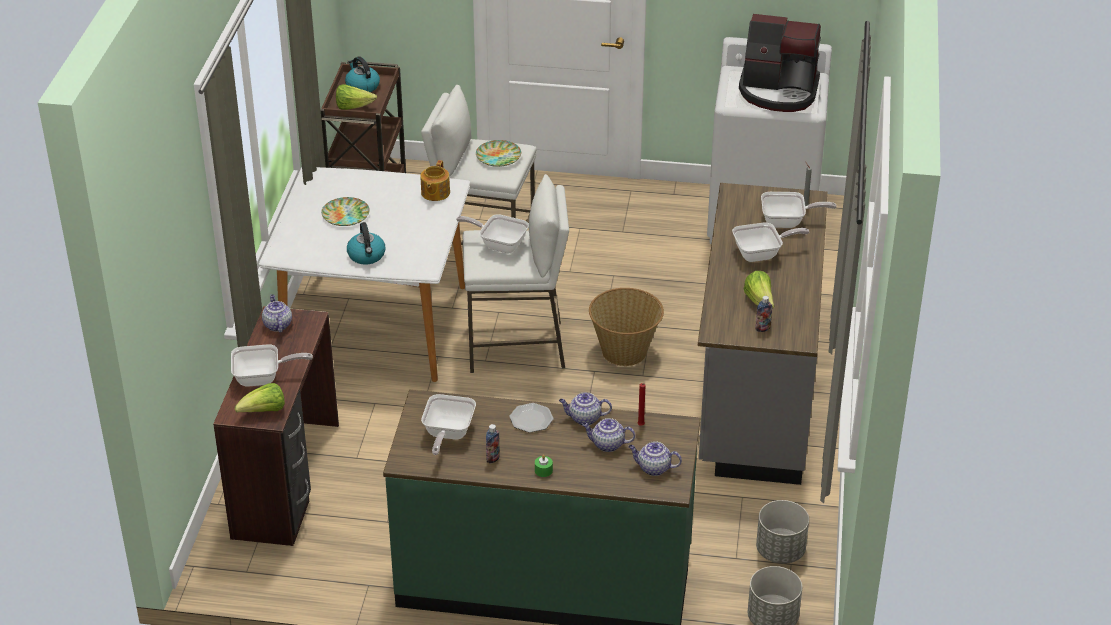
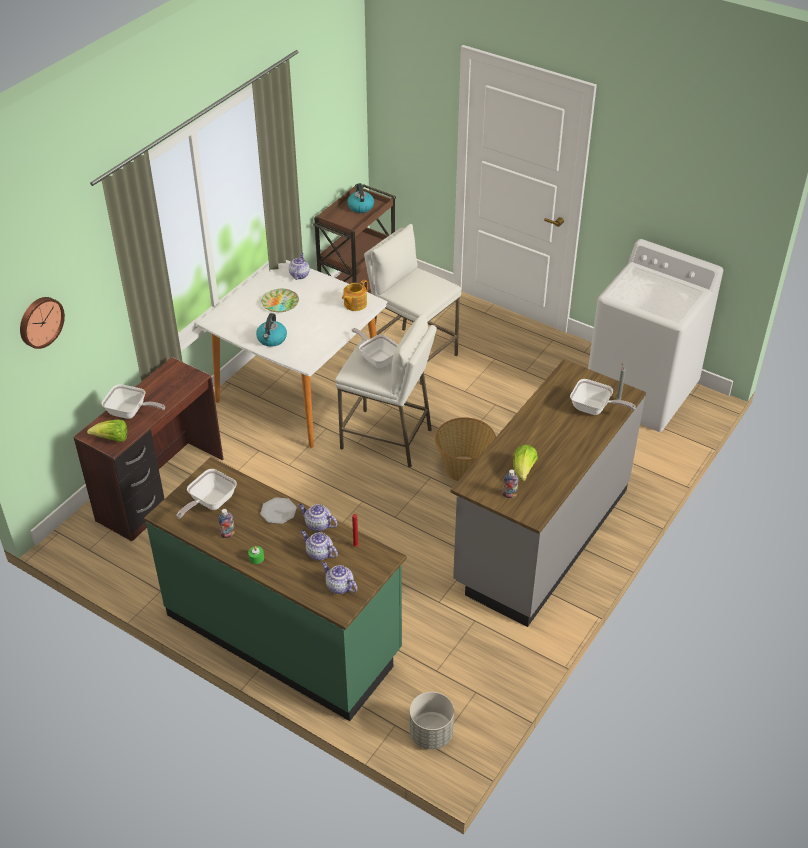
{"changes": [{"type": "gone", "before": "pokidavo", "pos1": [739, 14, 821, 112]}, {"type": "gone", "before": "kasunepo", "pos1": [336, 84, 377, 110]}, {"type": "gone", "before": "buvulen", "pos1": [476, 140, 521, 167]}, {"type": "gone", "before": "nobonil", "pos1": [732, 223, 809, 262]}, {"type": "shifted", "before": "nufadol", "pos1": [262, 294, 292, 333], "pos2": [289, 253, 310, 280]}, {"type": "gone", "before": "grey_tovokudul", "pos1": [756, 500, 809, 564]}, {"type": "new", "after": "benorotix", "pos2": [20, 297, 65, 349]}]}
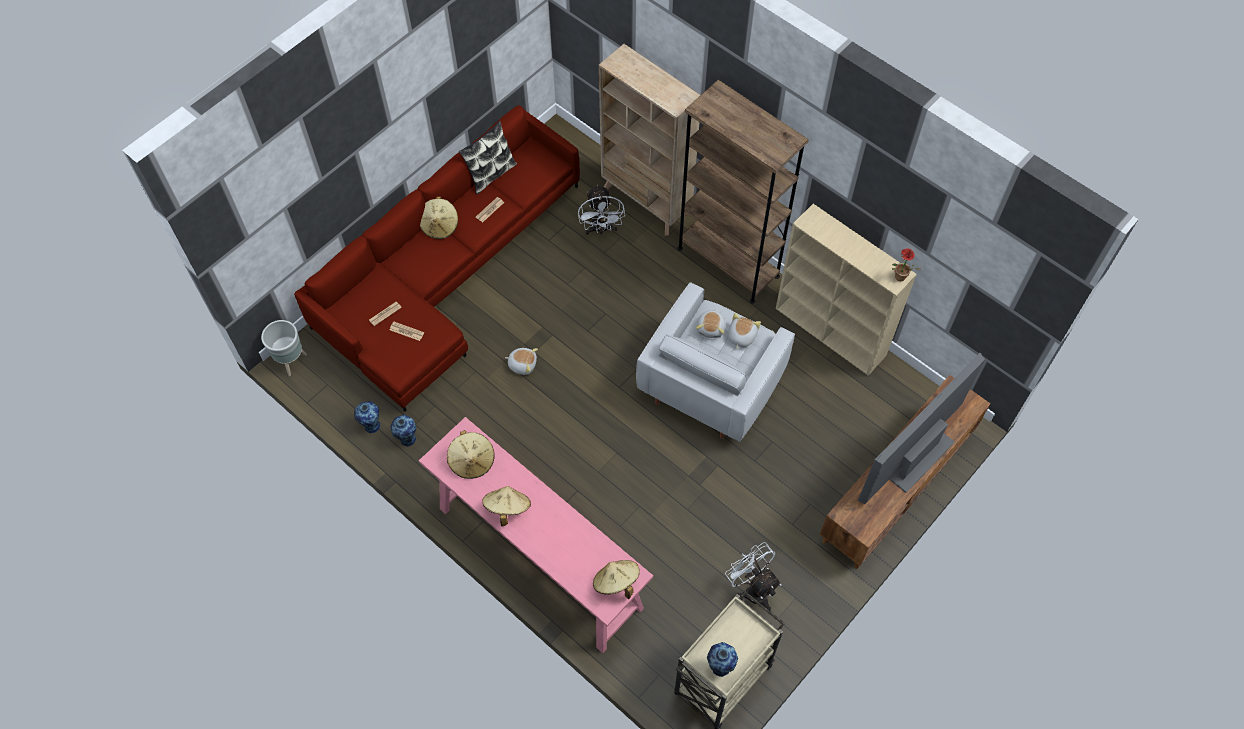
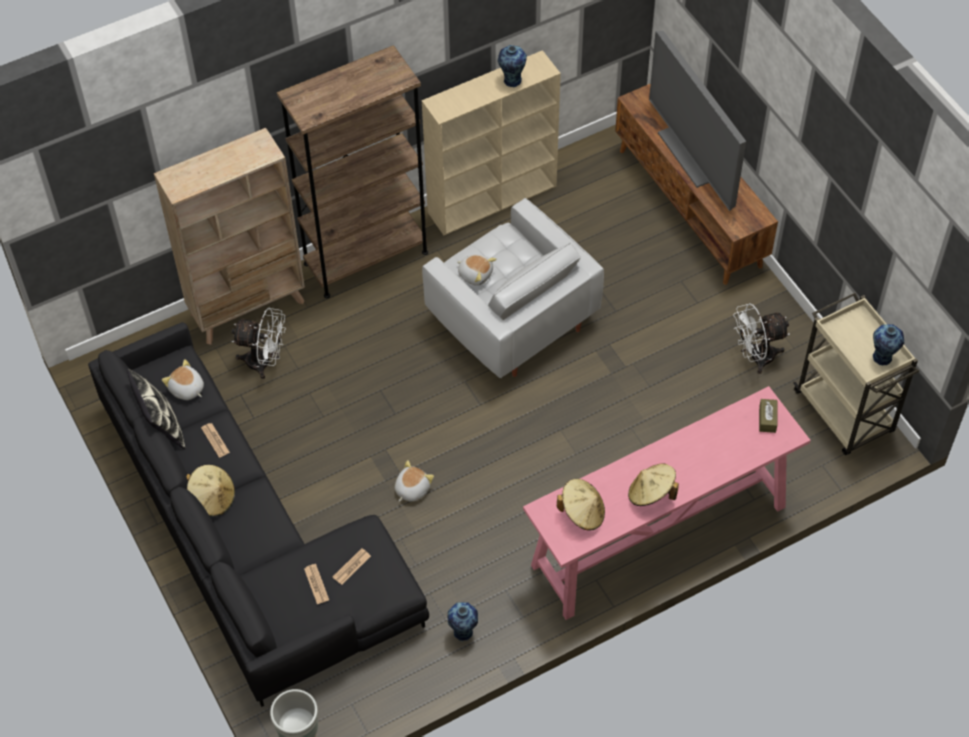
{"changes": [{"type": "repainted", "before": "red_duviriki", "after": "black_duviriki", "pos1": [294, 105, 580, 412], "pos2": [88, 322, 429, 707]}, {"type": "gone", "before": "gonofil", "pos1": [892, 249, 920, 281]}, {"type": "shifted", "before": "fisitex", "pos1": [728, 313, 761, 349], "pos2": [162, 359, 204, 400]}, {"type": "shifted", "before": "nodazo", "pos1": [354, 401, 381, 433], "pos2": [498, 45, 527, 87]}, {"type": "swapped", "before": "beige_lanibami", "after": "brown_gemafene", "pos1": [593, 560, 640, 599], "pos2": [759, 399, 777, 433]}]}
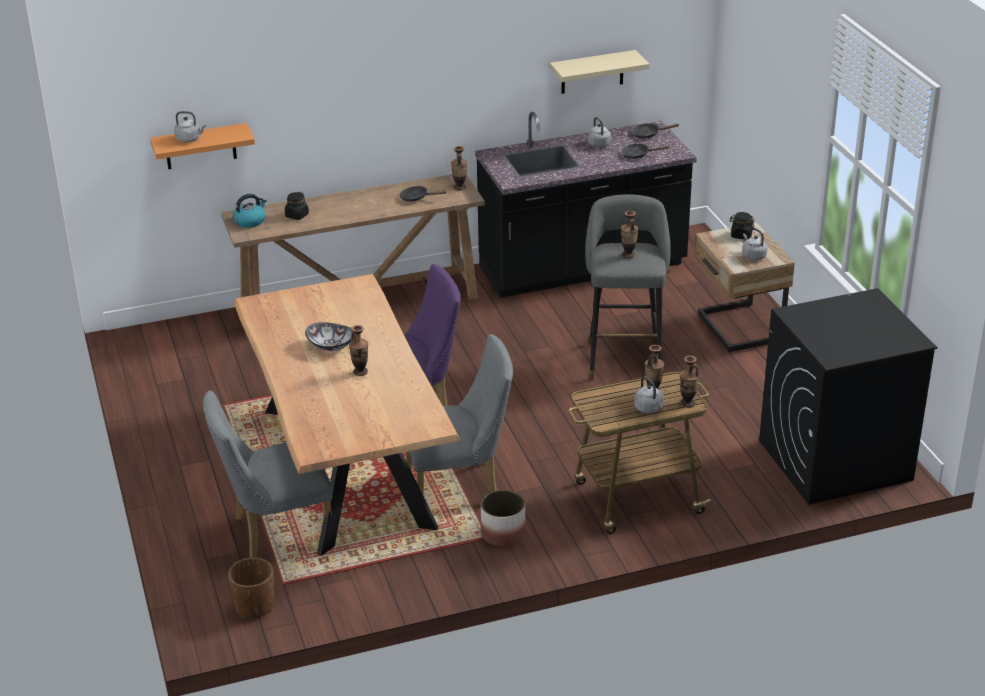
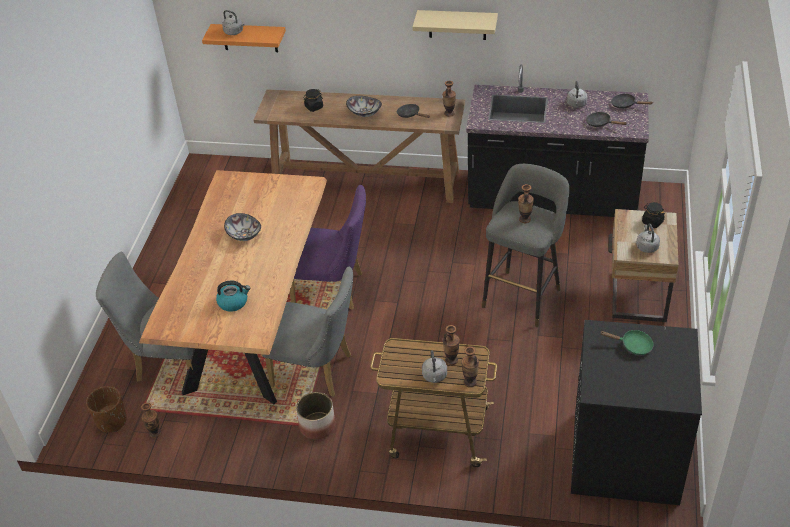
{"changes": [{"type": "shifted", "before": "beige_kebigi", "pos1": [549, 50, 649, 94], "pos2": [412, 10, 498, 40]}, {"type": "shifted", "before": "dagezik", "pos1": [233, 194, 267, 228], "pos2": [216, 281, 250, 312]}, {"type": "shifted", "before": "nodazo", "pos1": [349, 325, 368, 376], "pos2": [141, 403, 161, 438]}, {"type": "new", "after": "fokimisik", "pos2": [346, 96, 382, 117]}, {"type": "new", "after": "green_nobonil", "pos2": [600, 330, 653, 355]}]}
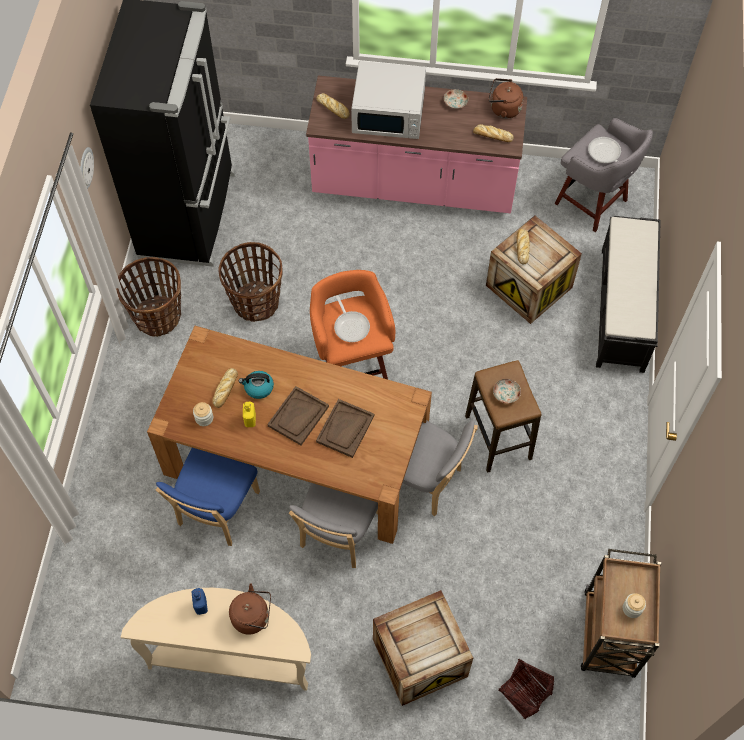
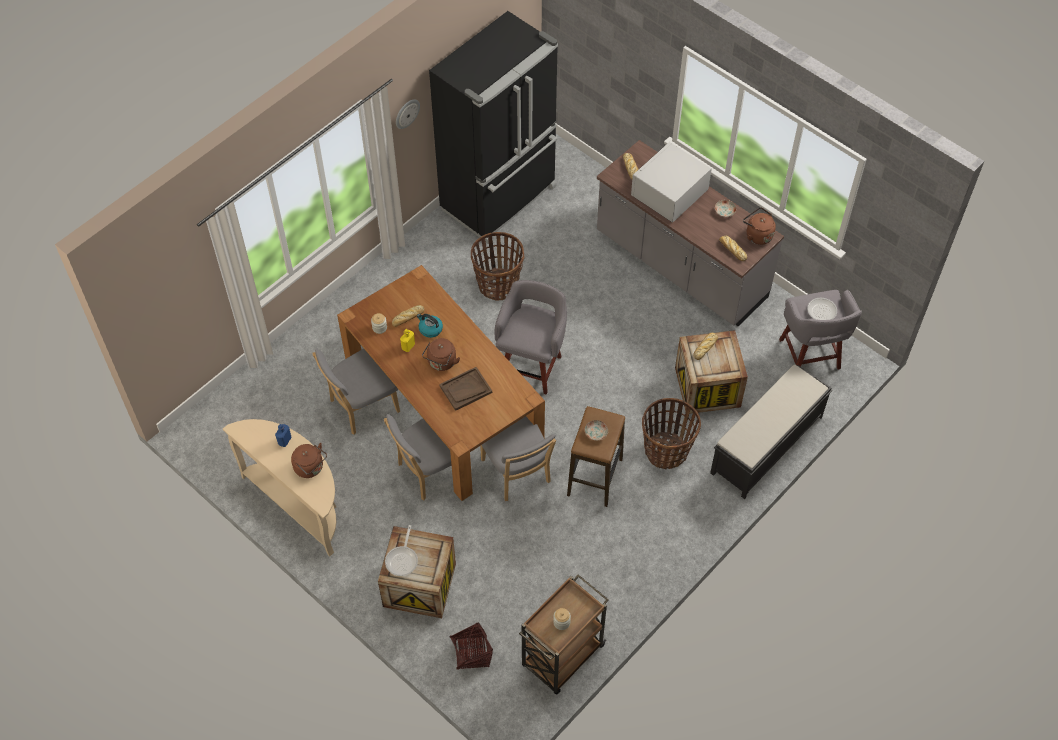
{"changes": [{"type": "rotated", "before": "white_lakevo", "pos1": [351, 61, 426, 139], "pos2": [631, 142, 712, 223], "turn": 90}, {"type": "repainted", "before": "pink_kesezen", "after": "grey_kesezen", "pos1": [306, 75, 527, 213], "pos2": [597, 140, 784, 326]}, {"type": "shifted", "before": "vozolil", "pos1": [116, 257, 181, 337], "pos2": [642, 398, 701, 469]}, {"type": "repainted", "before": "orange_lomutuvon", "after": "grey_lomutuvon", "pos1": [310, 270, 395, 380], "pos2": [495, 280, 567, 395]}, {"type": "shifted", "before": "nobonil", "pos1": [334, 295, 370, 342], "pos2": [385, 525, 418, 576]}, {"type": "swapped", "before": "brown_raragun", "after": "brown_dagezik", "pos1": [267, 386, 329, 445], "pos2": [422, 338, 460, 371]}, {"type": "repainted", "before": "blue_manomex", "after": "grey_manomex", "pos1": [155, 448, 260, 546], "pos2": [313, 348, 400, 435]}]}
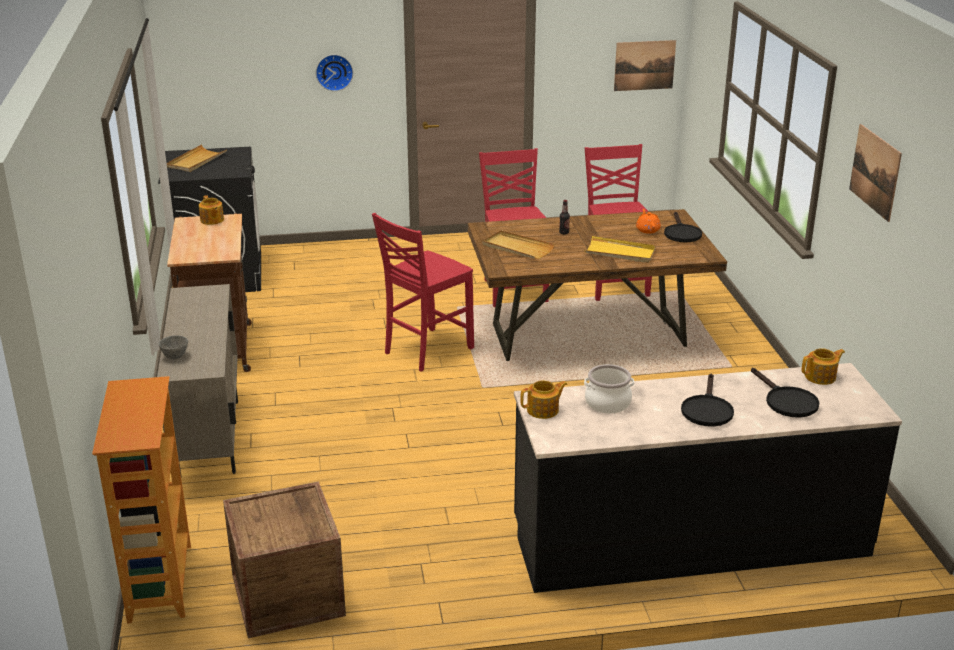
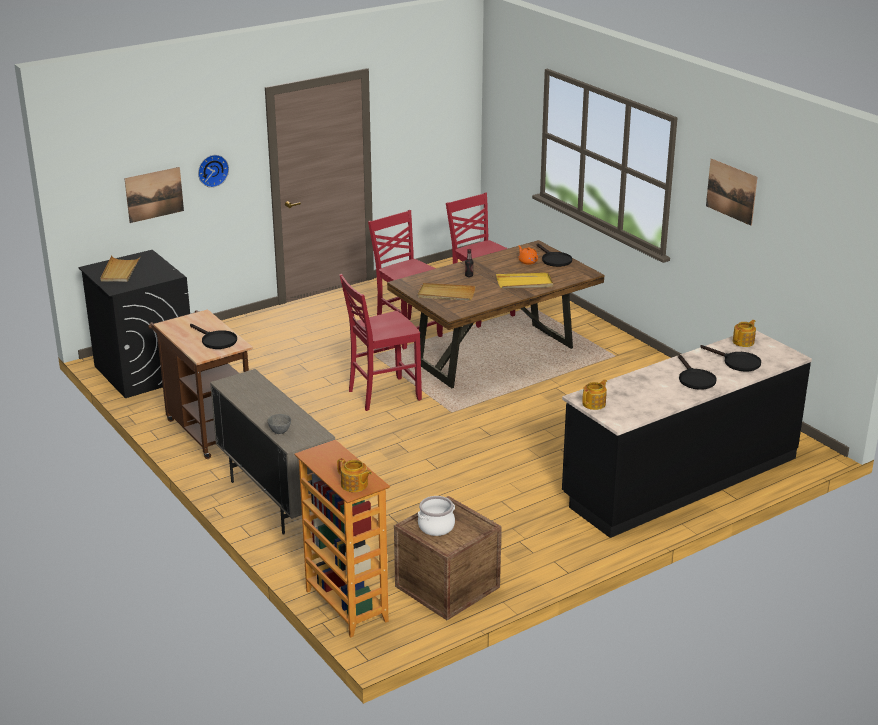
{"changes": [{"type": "shifted", "before": "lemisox", "pos1": [614, 40, 676, 91], "pos2": [124, 167, 184, 223]}, {"type": "shifted", "before": "nufadol", "pos1": [199, 195, 224, 225], "pos2": [337, 458, 372, 492]}, {"type": "rotated", "before": "red_manomex", "pos1": [372, 213, 474, 372], "pos2": [339, 274, 422, 411], "turn": 45}, {"type": "shifted", "before": "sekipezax", "pos1": [584, 364, 634, 414], "pos2": [418, 496, 455, 536]}, {"type": "new", "after": "black_nobonil", "pos2": [190, 324, 237, 349]}]}
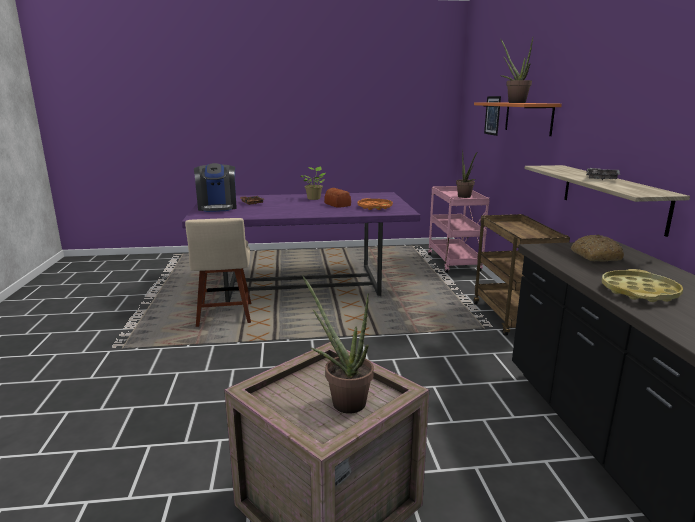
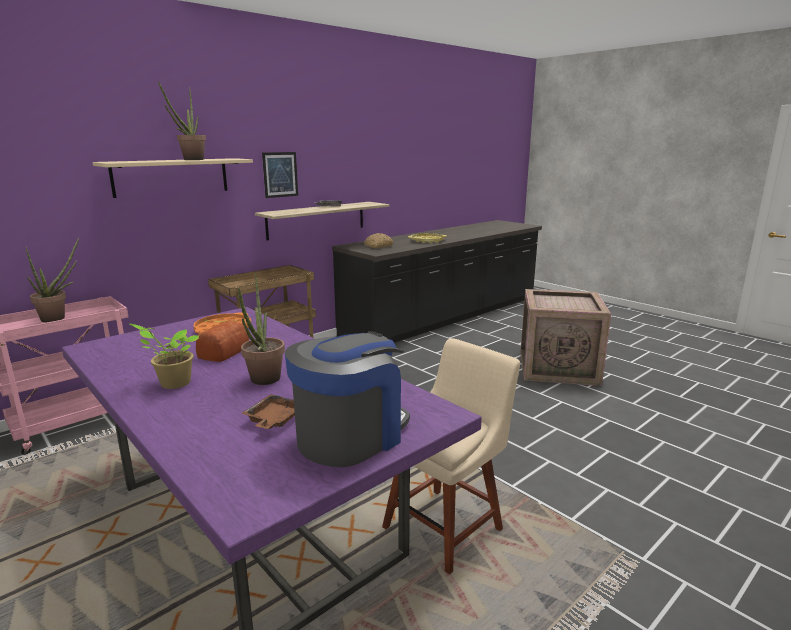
{"changes": [{"type": "shifted", "before": "lemisox", "pos1": [484, 96, 501, 136], "pos2": [262, 152, 298, 198]}, {"type": "repainted", "before": "orange_kebigi", "after": "beige_kebigi", "pos1": [474, 102, 562, 136], "pos2": [93, 158, 253, 198]}, {"type": "shifted", "before": "gonofil", "pos1": [302, 276, 374, 414], "pos2": [238, 272, 285, 385]}]}
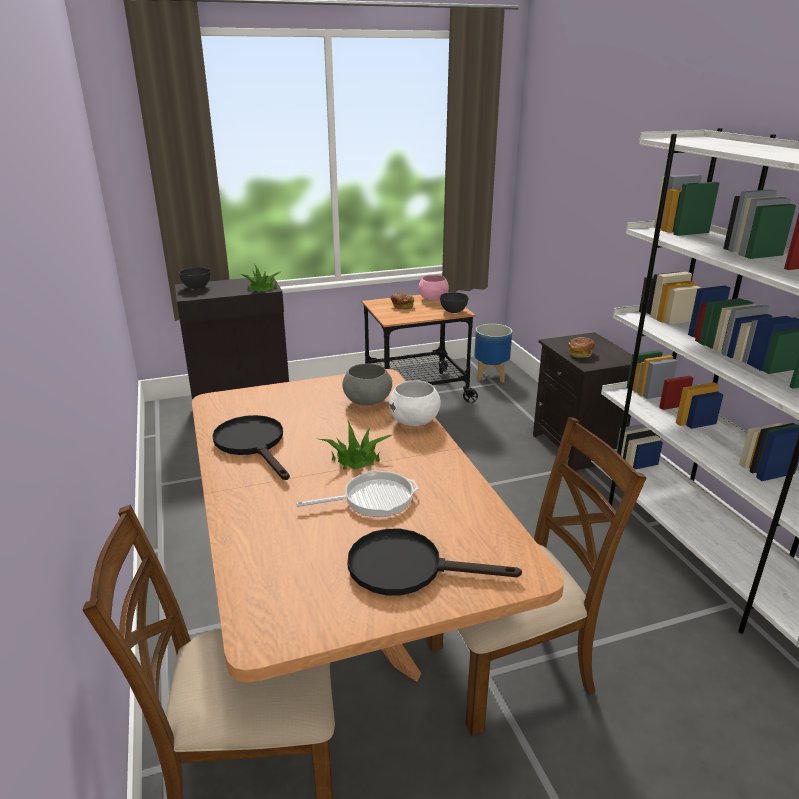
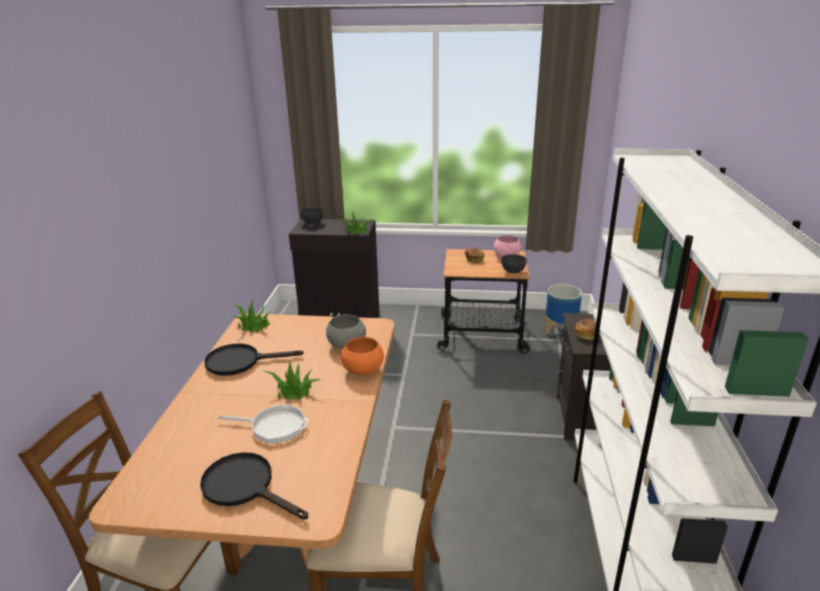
{"changes": [{"type": "repainted", "before": "white_fokimisik", "after": "orange_fokimisik", "pos1": [389, 380, 441, 426], "pos2": [341, 337, 384, 375]}, {"type": "rotated", "before": "black_nobonil", "pos1": [212, 415, 290, 480], "pos2": [205, 344, 304, 376], "turn": -90}, {"type": "new", "after": "gonofil", "pos2": [232, 299, 270, 332]}]}
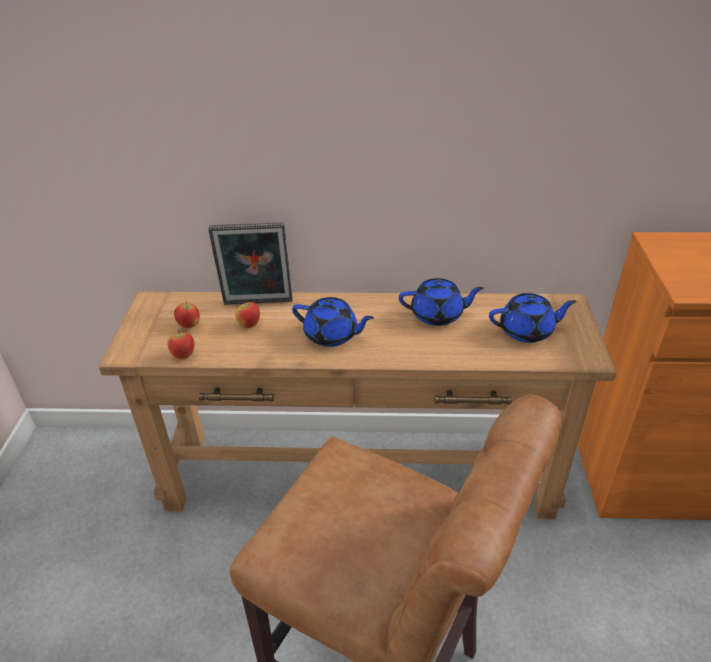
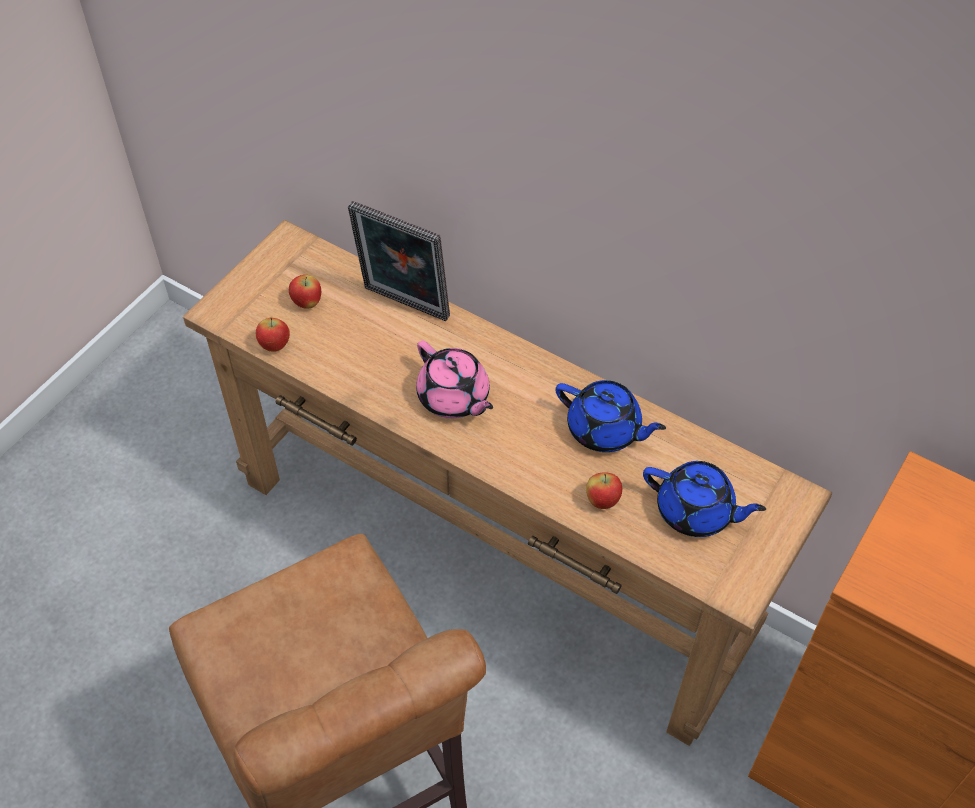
{"changes": [{"type": "repainted", "before": "blue_nufadol", "after": "pink_nufadol", "pos1": [292, 297, 374, 347], "pos2": [416, 341, 493, 418]}, {"type": "shifted", "before": "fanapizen", "pos1": [235, 300, 260, 328], "pos2": [586, 472, 622, 509]}]}
